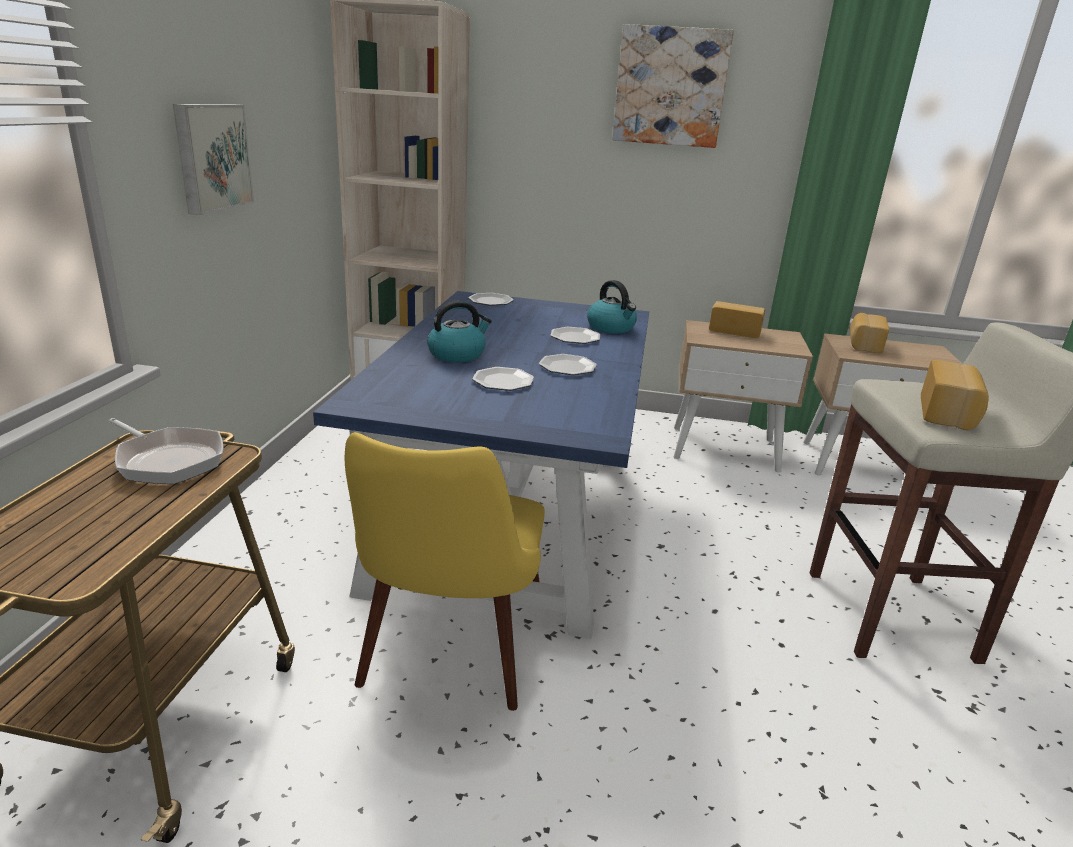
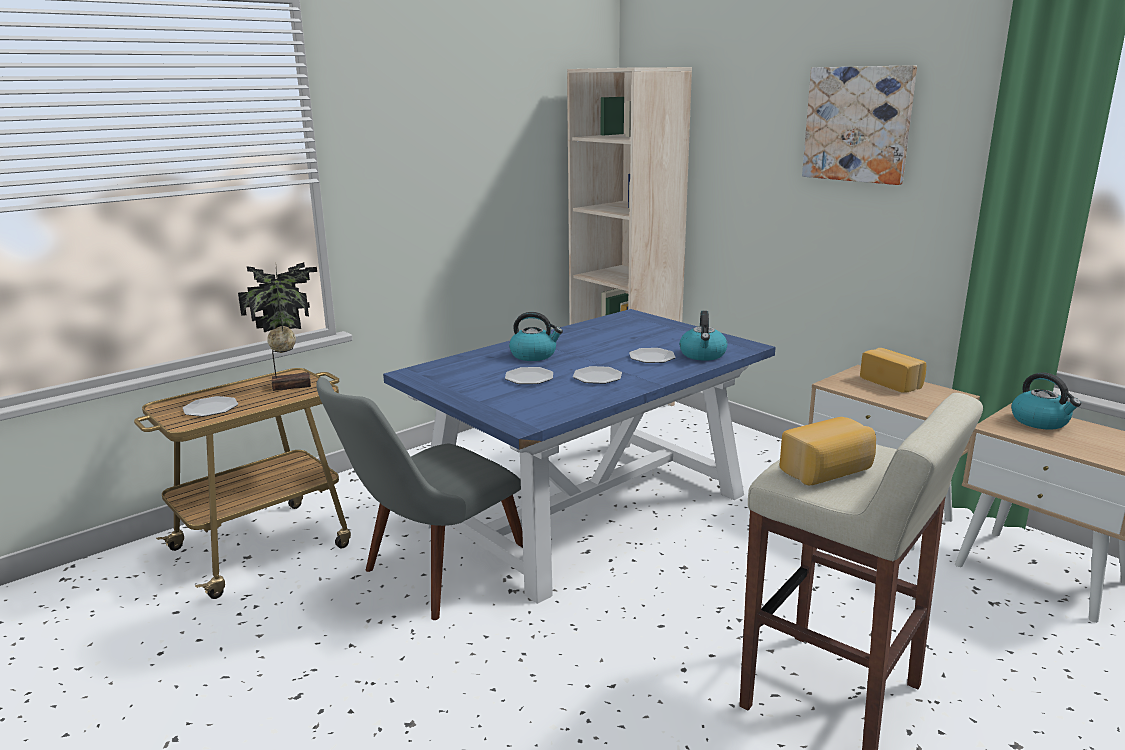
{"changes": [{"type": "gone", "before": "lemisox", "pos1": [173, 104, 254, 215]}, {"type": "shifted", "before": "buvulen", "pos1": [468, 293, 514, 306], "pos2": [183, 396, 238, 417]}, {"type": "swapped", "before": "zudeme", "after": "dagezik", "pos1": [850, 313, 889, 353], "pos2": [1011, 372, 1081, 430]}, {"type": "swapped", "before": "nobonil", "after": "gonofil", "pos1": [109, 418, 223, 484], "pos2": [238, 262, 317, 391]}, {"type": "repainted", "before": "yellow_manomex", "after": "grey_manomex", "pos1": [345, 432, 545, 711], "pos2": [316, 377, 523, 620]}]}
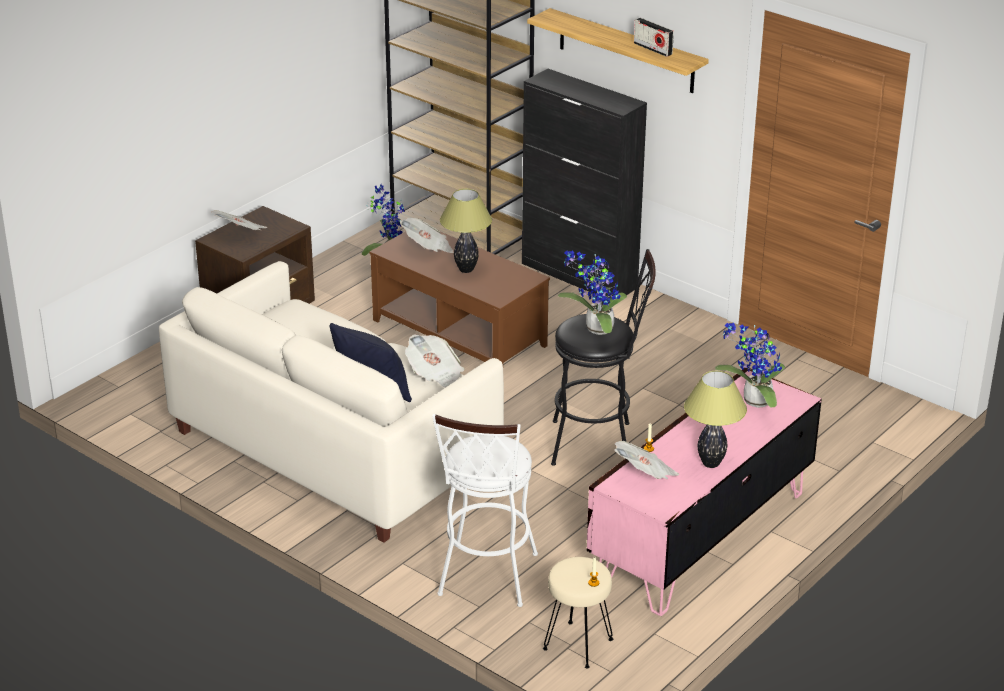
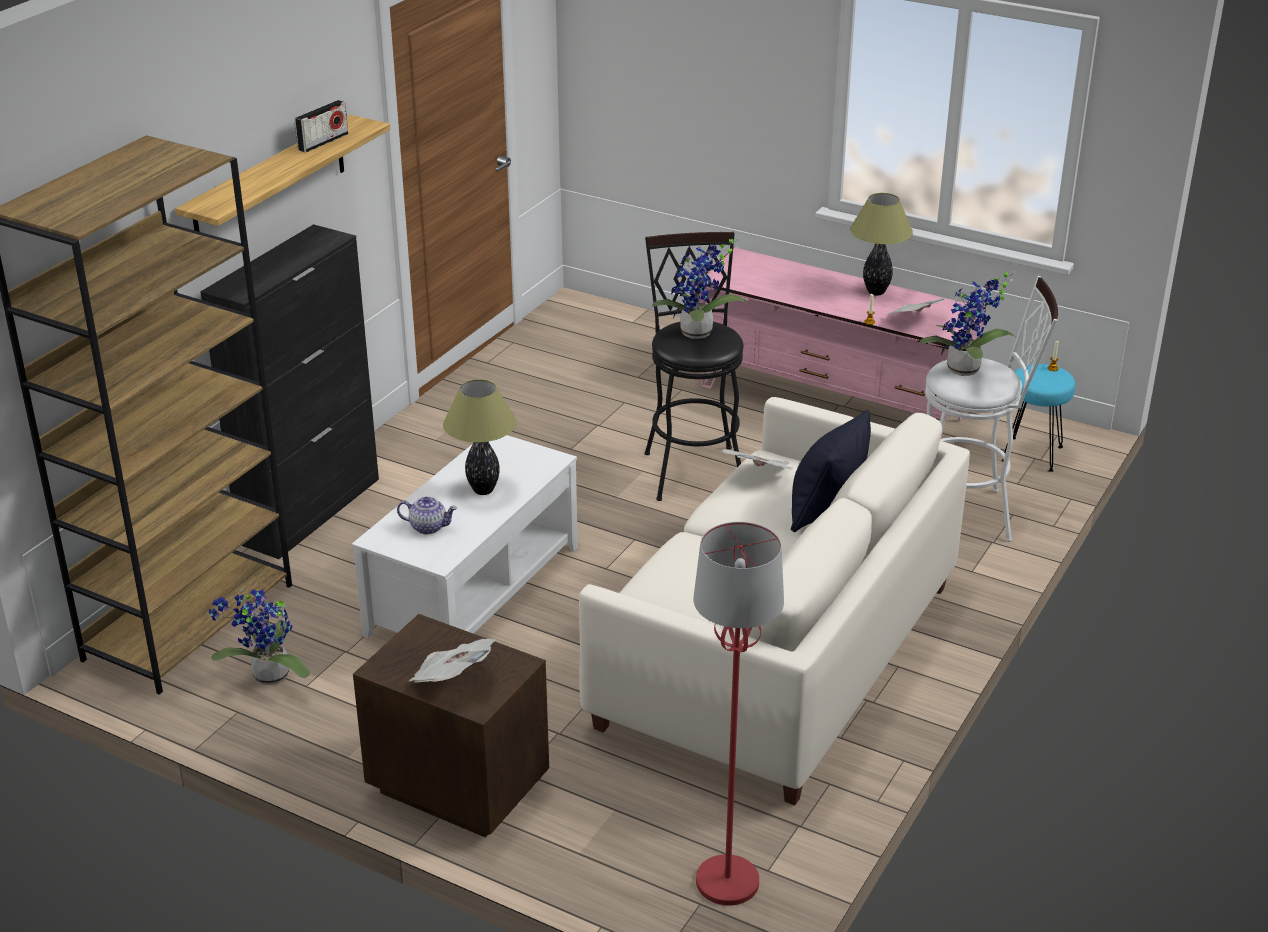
{"changes": [{"type": "swapped", "before": "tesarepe", "after": "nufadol", "pos1": [400, 218, 454, 253], "pos2": [397, 496, 457, 535]}, {"type": "repainted", "before": "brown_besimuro", "after": "white_besimuro", "pos1": [369, 231, 550, 364], "pos2": [352, 435, 578, 638]}, {"type": "shifted", "before": "gonofil", "pos1": [715, 323, 785, 408], "pos2": [920, 271, 1016, 376]}, {"type": "repainted", "before": "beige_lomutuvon", "after": "turquoise_lomutuvon", "pos1": [543, 557, 613, 668], "pos2": [1002, 364, 1075, 472]}, {"type": "new", "after": "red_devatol", "pos2": [693, 522, 784, 905]}]}
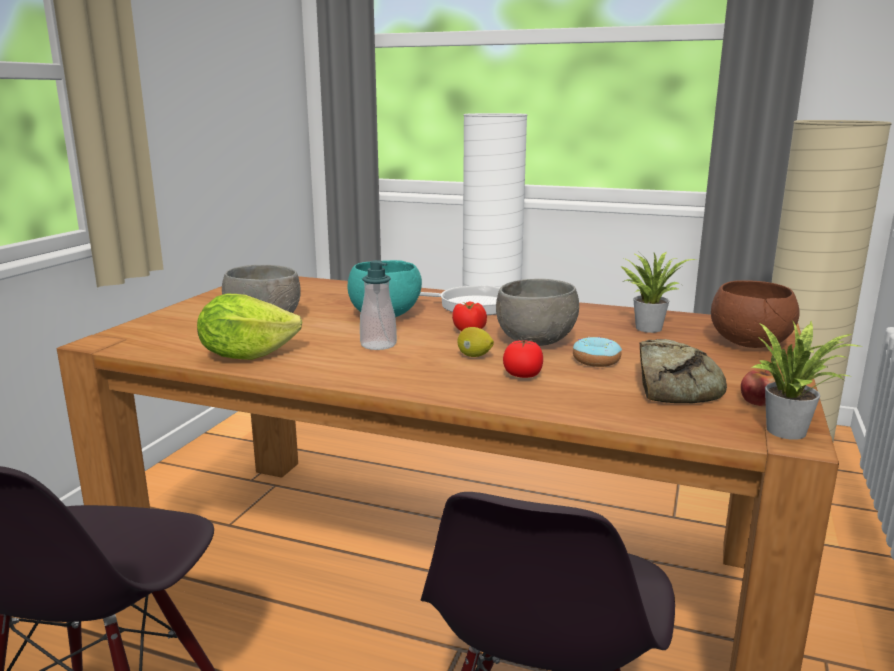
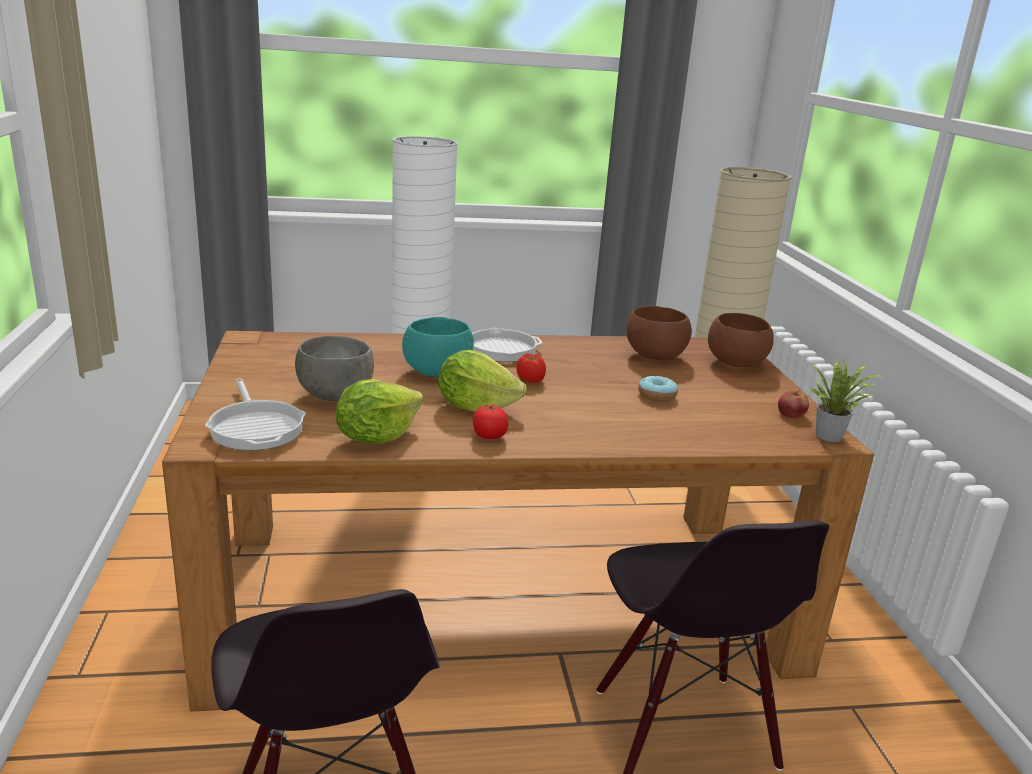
{"changes": [{"type": "swapped", "before": "gonofil", "after": "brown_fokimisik", "pos1": [621, 252, 695, 333], "pos2": [626, 306, 692, 360]}, {"type": "swapped", "before": "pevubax", "after": "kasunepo", "pos1": [360, 260, 397, 350], "pos2": [438, 350, 527, 412]}, {"type": "gone", "before": "grey_fokimisik", "pos1": [496, 279, 579, 346]}, {"type": "gone", "before": "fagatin", "pos1": [457, 327, 494, 357]}, {"type": "gone", "before": "zudeme", "pos1": [640, 339, 727, 403]}, {"type": "shifted", "before": "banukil", "pos1": [503, 340, 543, 378], "pos2": [473, 405, 508, 439]}, {"type": "new", "after": "nobonil", "pos2": [205, 378, 306, 450]}]}
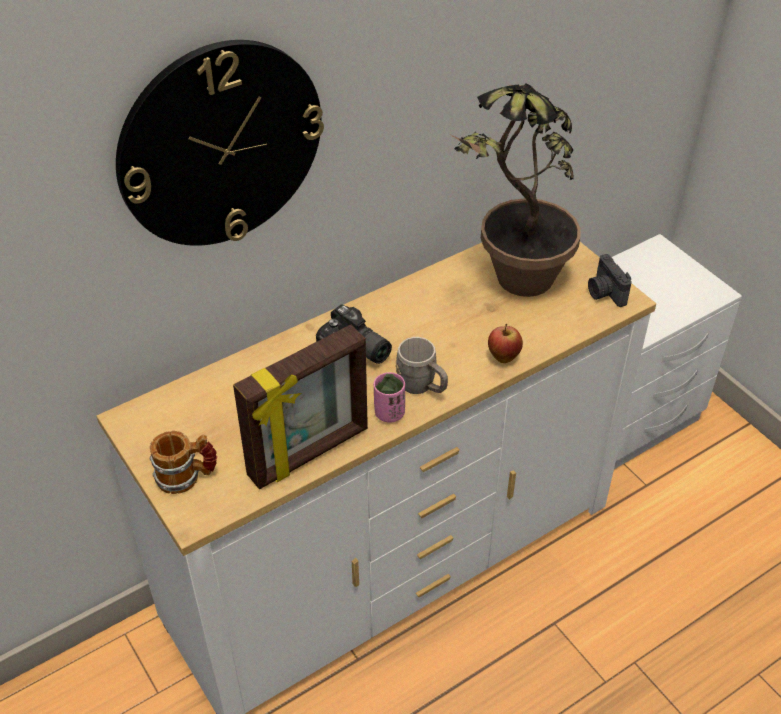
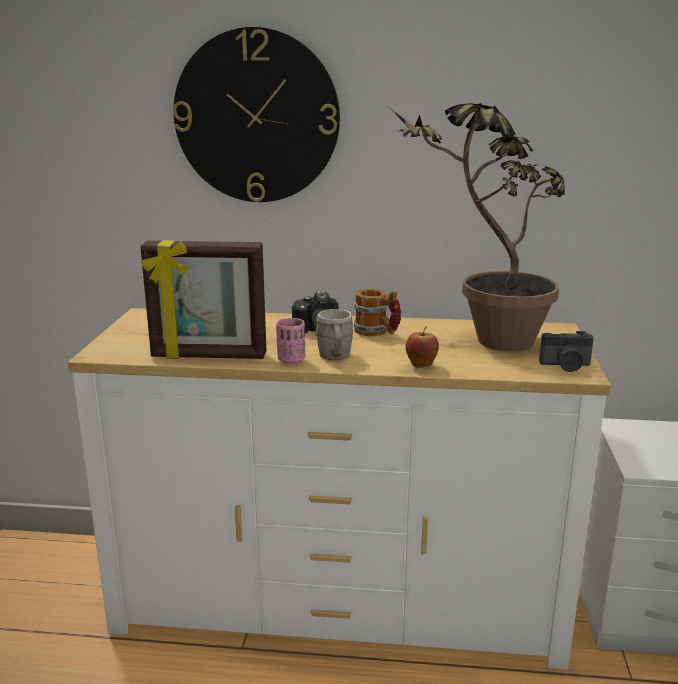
{"changes": [{"type": "rotated", "before": "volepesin", "pos1": [588, 254, 632, 307], "pos2": [539, 331, 594, 372], "turn": -105}, {"type": "shifted", "before": "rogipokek", "pos1": [149, 431, 217, 494], "pos2": [354, 289, 401, 336]}]}
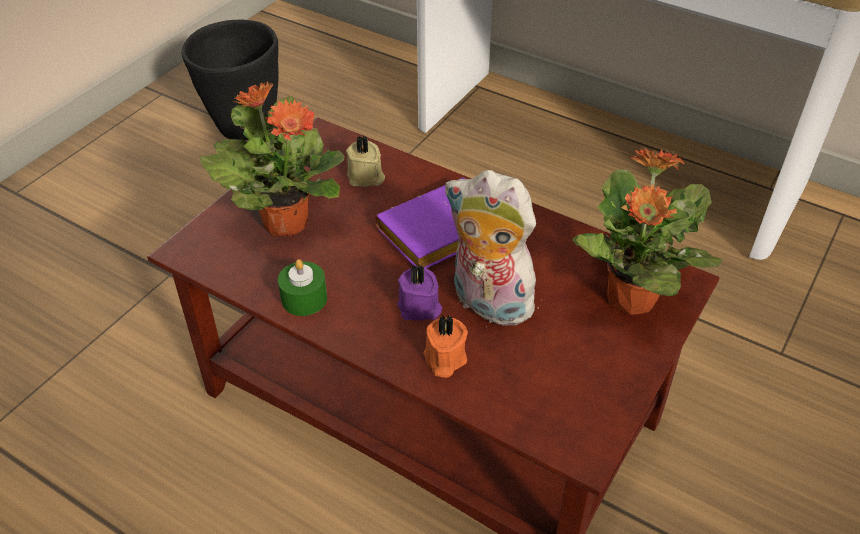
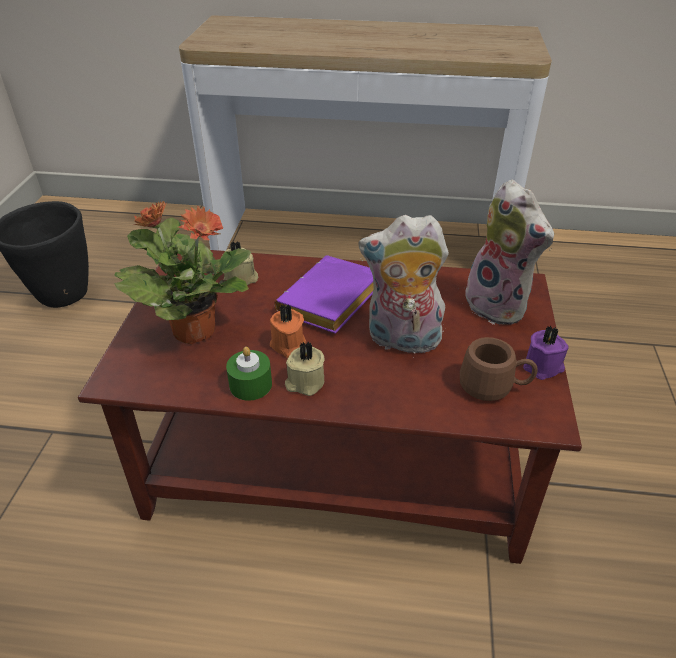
{"changes": [{"type": "swapped", "before": "gonofil", "after": "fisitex", "pos1": [572, 148, 722, 315], "pos2": [465, 180, 554, 325]}, {"type": "shifted", "before": "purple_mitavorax", "pos1": [397, 264, 442, 321], "pos2": [523, 326, 569, 380]}, {"type": "shifted", "before": "orange_mitavorax", "pos1": [423, 315, 468, 378], "pos2": [270, 304, 306, 358]}, {"type": "new", "after": "brown_rogipokek", "pos2": [460, 337, 538, 401]}, {"type": "new", "after": "beige_mitavorax", "pos2": [285, 342, 325, 396]}]}
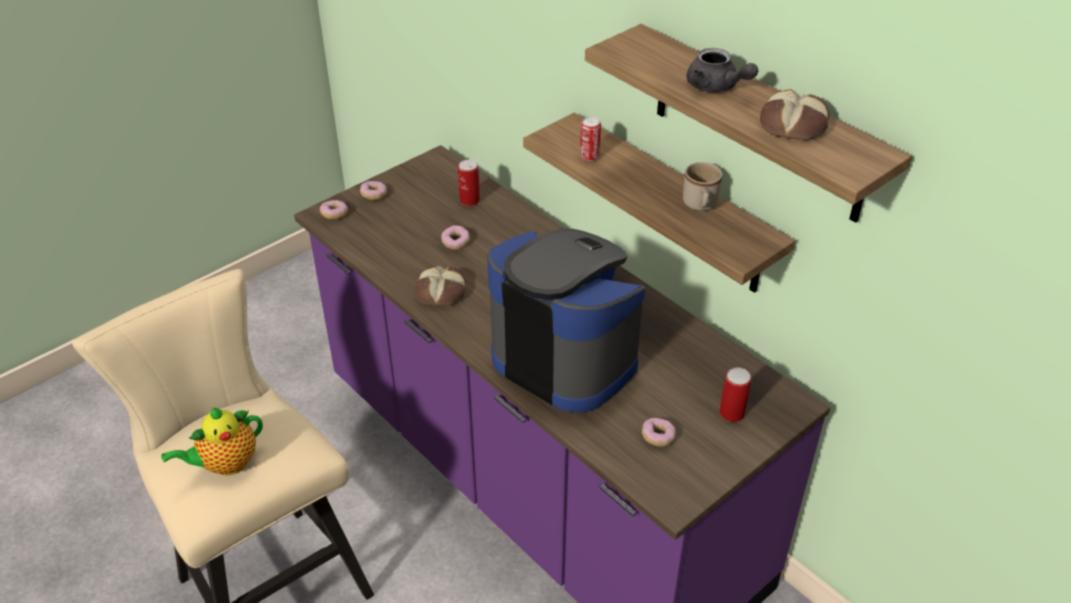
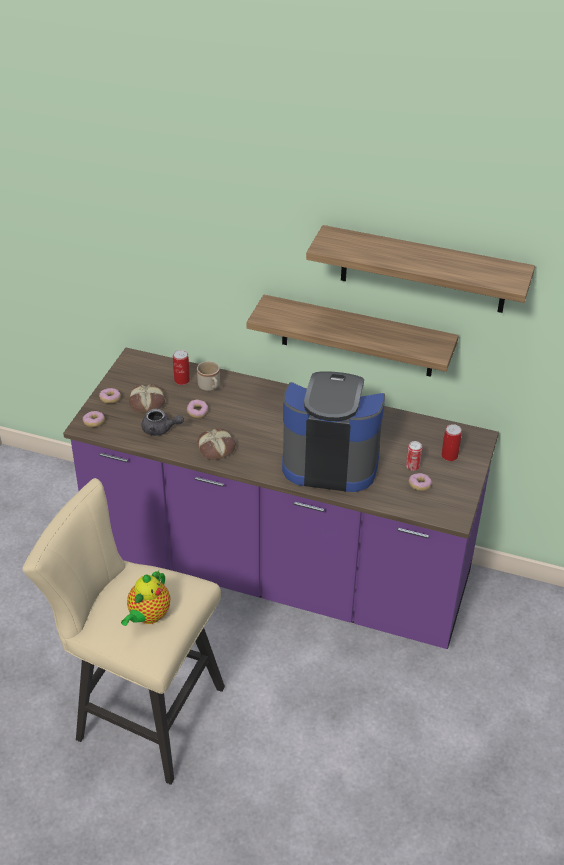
{"changes": [{"type": "shifted", "before": "grey_nufadol", "pos1": [687, 48, 758, 93], "pos2": [142, 409, 184, 436]}, {"type": "shifted", "before": "zudeme", "pos1": [760, 89, 829, 140], "pos2": [129, 384, 165, 413]}, {"type": "shifted", "before": "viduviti", "pos1": [580, 116, 601, 161], "pos2": [406, 441, 422, 471]}, {"type": "shifted", "before": "beige_rogipokek", "pos1": [683, 162, 722, 211], "pos2": [197, 361, 220, 391]}]}
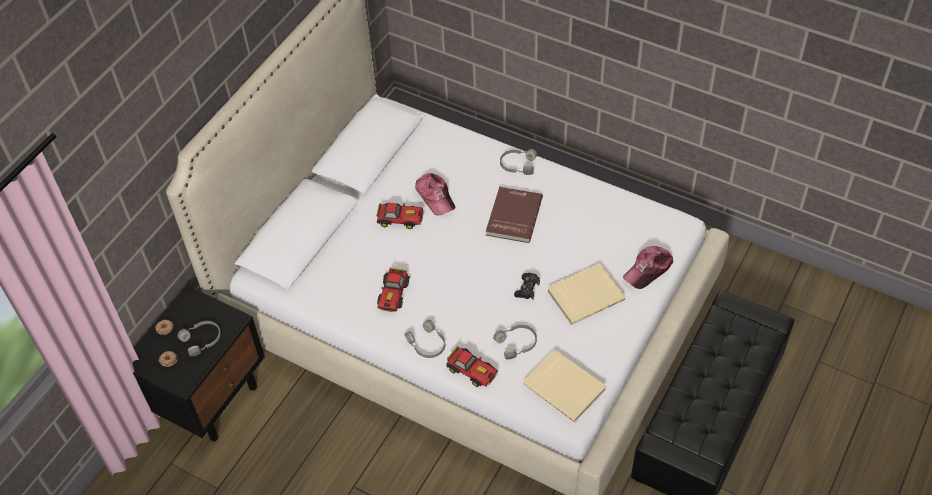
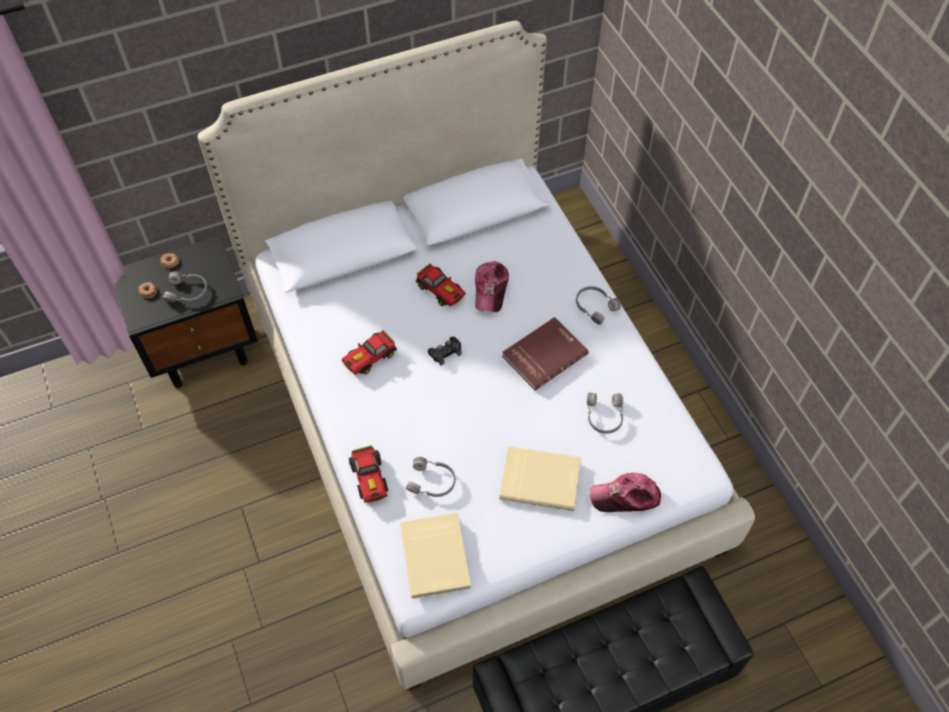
{"changes": [{"type": "shifted", "before": "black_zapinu", "pos1": [514, 273, 540, 299], "pos2": [428, 337, 461, 366]}, {"type": "shifted", "before": "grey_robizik", "pos1": [404, 320, 445, 358], "pos2": [587, 393, 623, 434]}]}
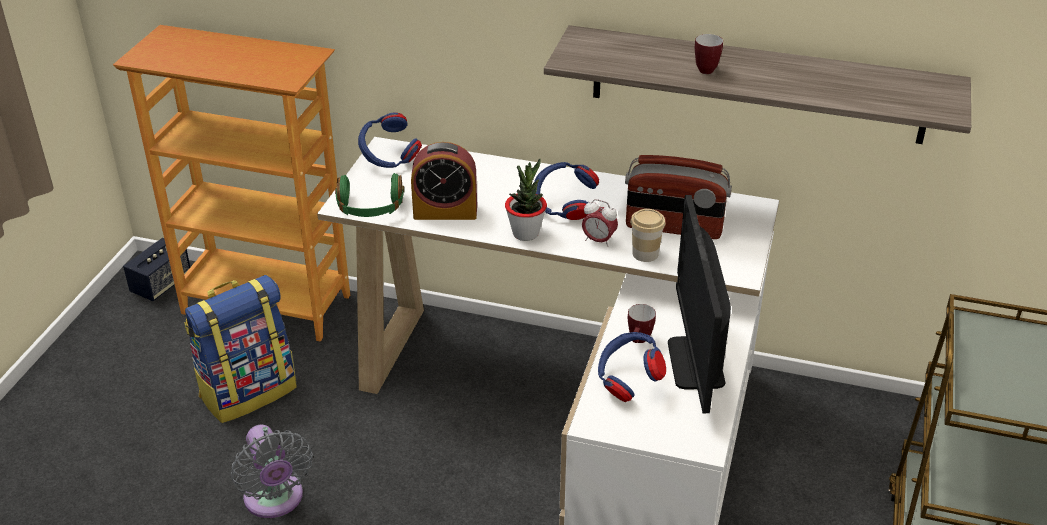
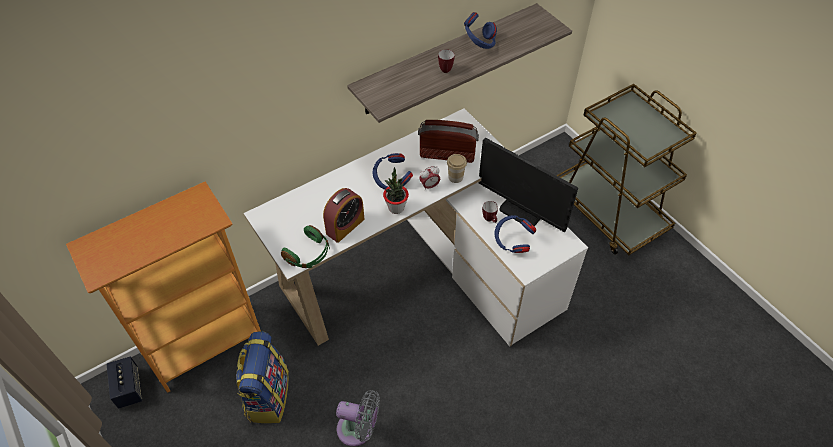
{"changes": [{"type": "shifted", "before": "blue_robizik", "pos1": [358, 112, 422, 168], "pos2": [464, 12, 497, 49]}, {"type": "rotated", "before": "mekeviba", "pos1": [625, 155, 732, 239], "pos2": [418, 120, 479, 163], "turn": -135}]}
